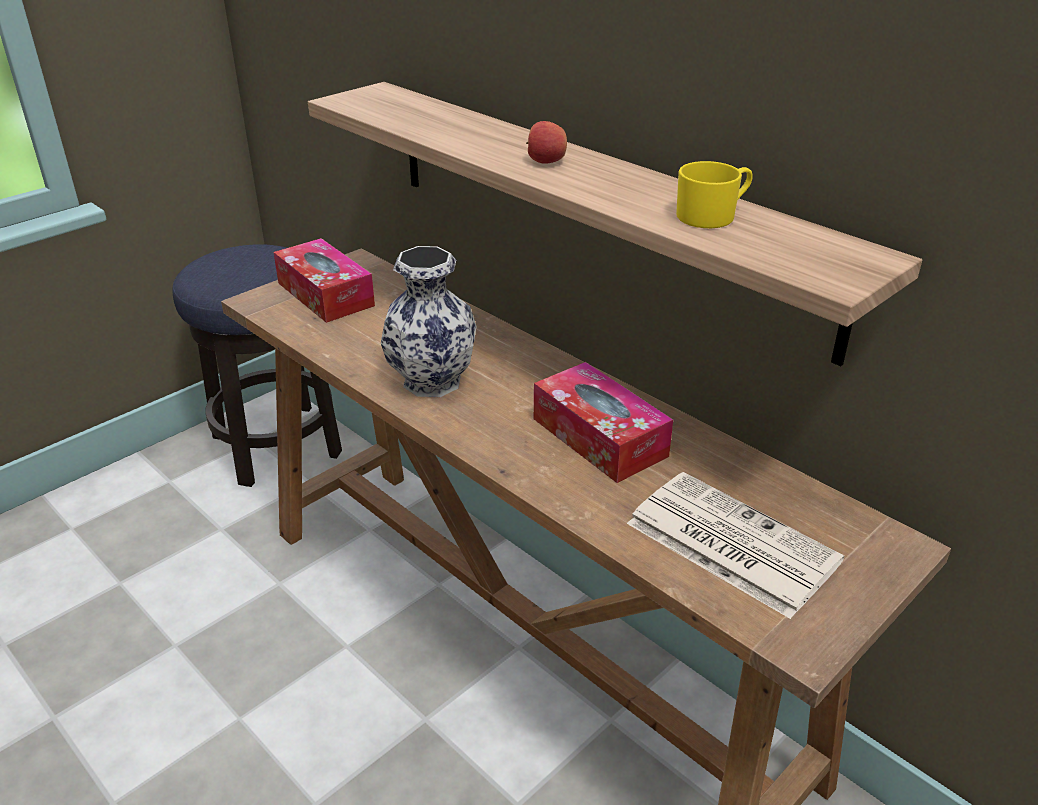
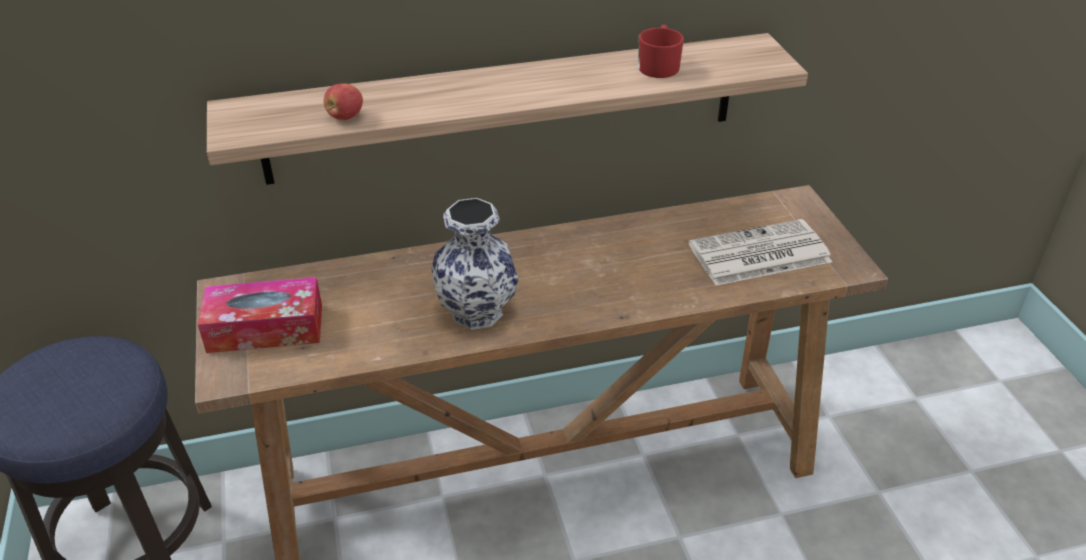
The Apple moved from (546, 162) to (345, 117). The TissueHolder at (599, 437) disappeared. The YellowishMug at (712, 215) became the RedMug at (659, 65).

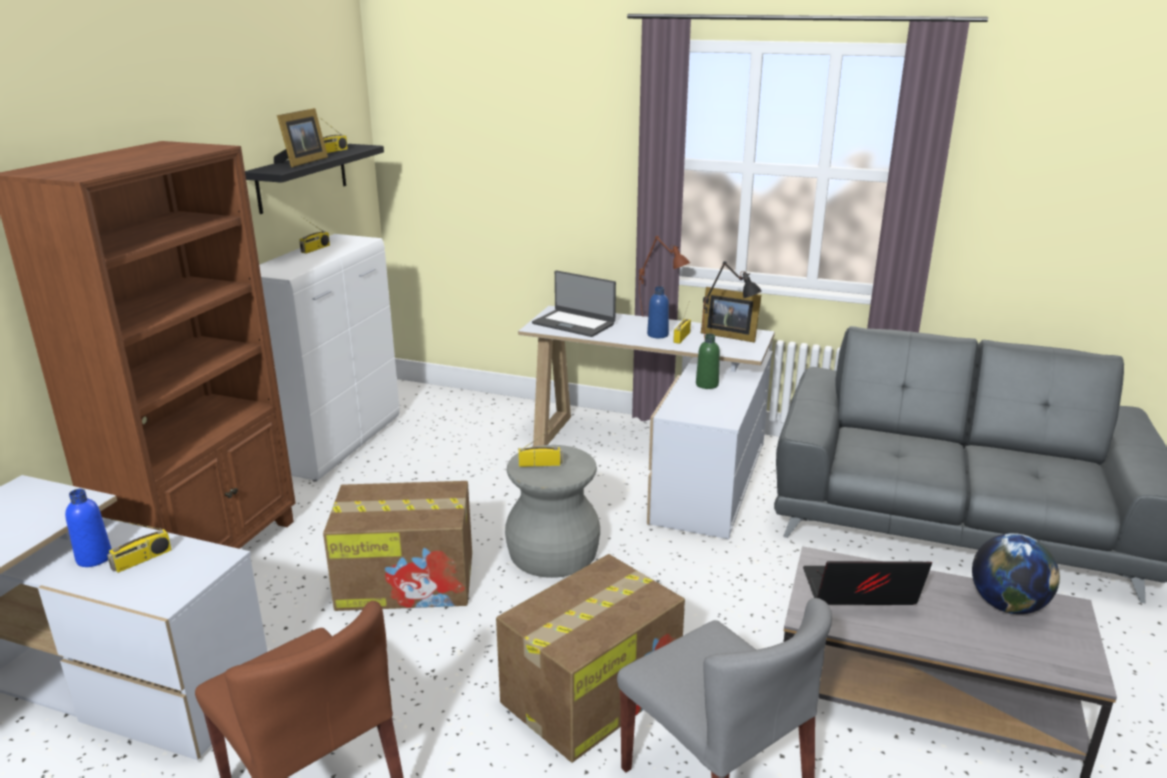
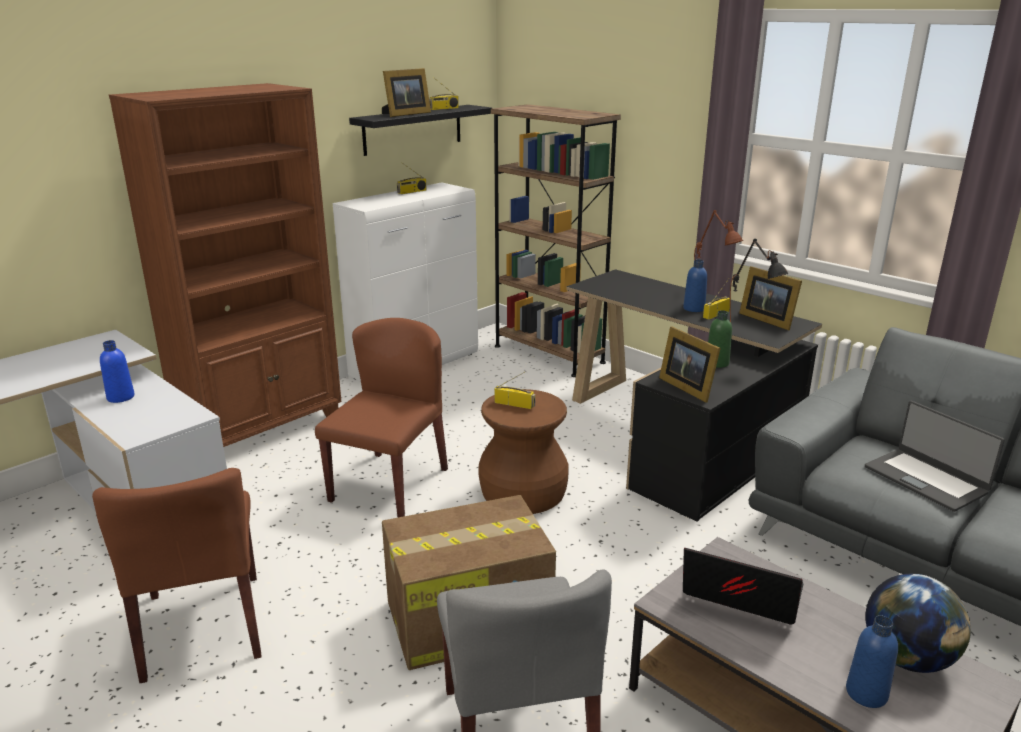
The Radio at (142, 560) disappeared. The Carton at (408, 580) was replaced by the BrownishPlainChair at (389, 484). The GrayStool at (552, 554) became the BrownishStool at (522, 493). The WhitishDesk at (658, 462) became the BlackishDesk at (680, 436). The PortableComputer moved from (574, 323) to (926, 479). The BrownishBookcase at (548, 354) appeared. The StandingFrame at (687, 387) appeared. The BlueColouredDrinkBottle at (866, 693) appeared.

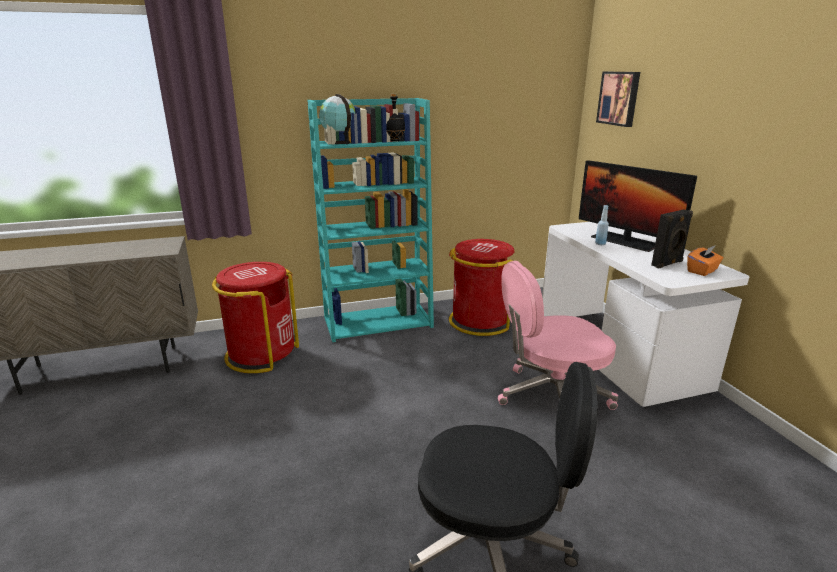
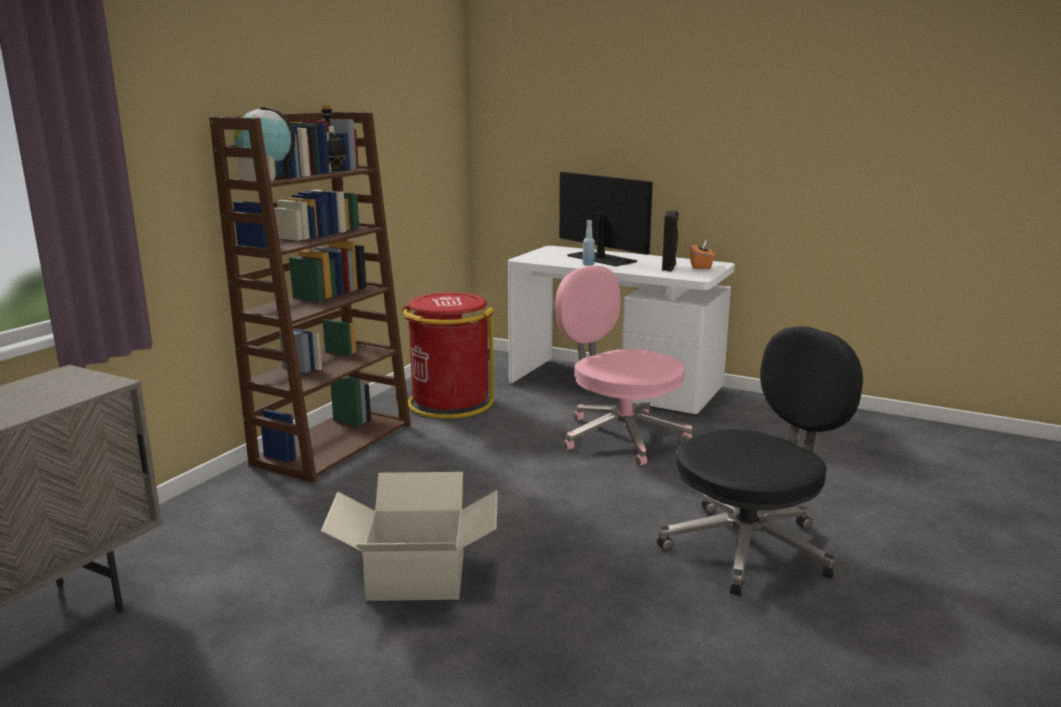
The RedWasteBin at (261, 354) disappeared. The BlueGreenBookcase at (379, 322) became the BrownishBookcase at (333, 443). The PinkishOfficeChair at (551, 396) turned 105 degrees clockwise. The Monitor at (625, 241) turned 135 degrees counterclockwise. The Picture at (619, 98) disappeared. The Carton at (416, 576) appeared.

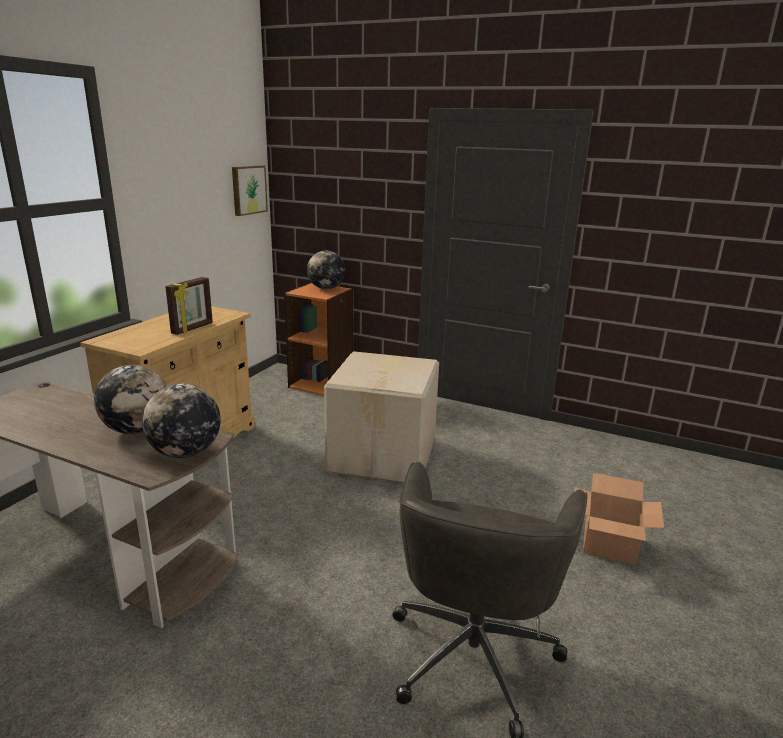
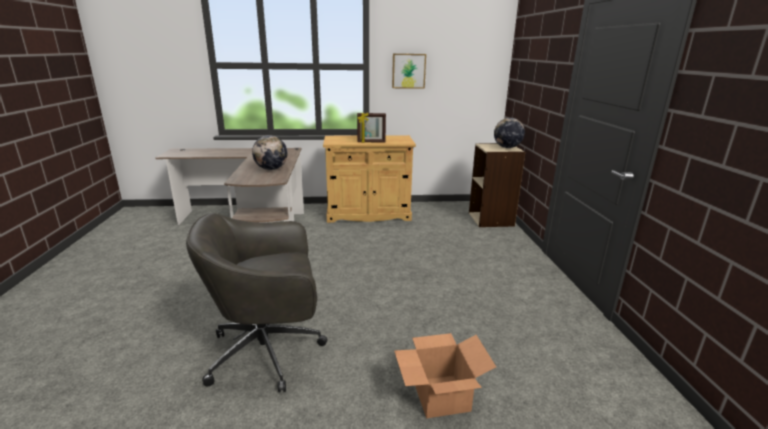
The DeskGlobe at (185, 453) disappeared. The Picture moved from (248, 190) to (408, 71). The OrangeyBookcase at (321, 384) became the BeigeBookcase at (491, 219). The Carton at (384, 455) disappeared.

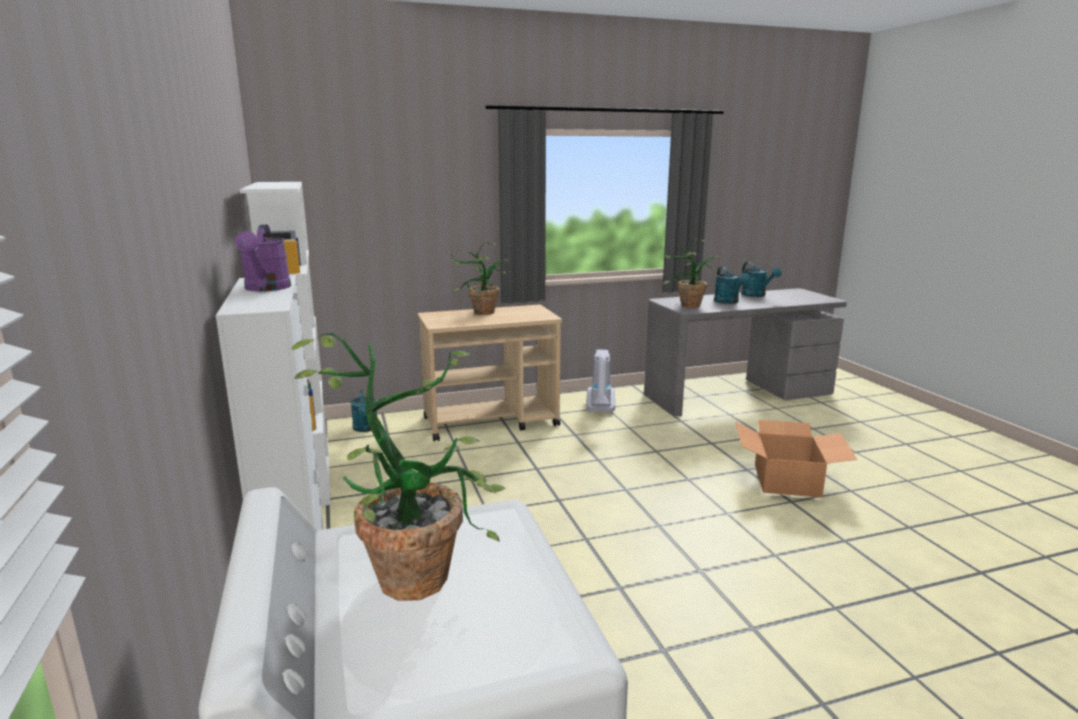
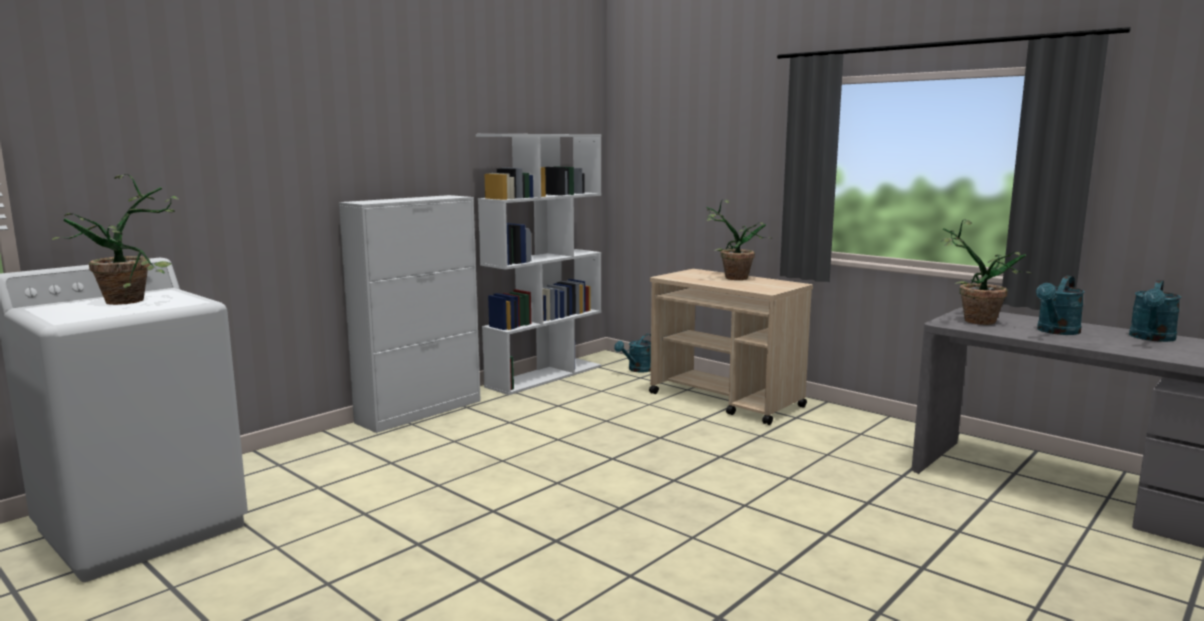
The PurplishWateringPot at (266, 289) disappeared. The Hoover at (601, 413) disappeared. The Carton at (787, 480) disappeared.

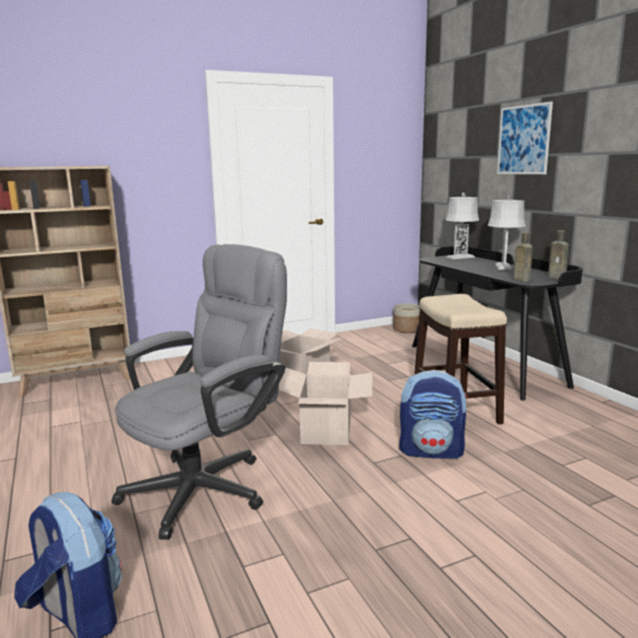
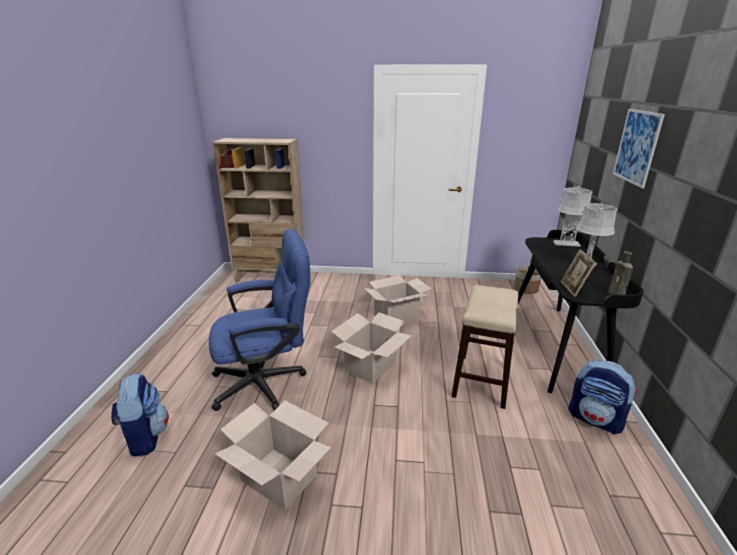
The GrayOfficeChair at (209, 485) became the BlueColouredOfficeChair at (267, 382). The Backpack moved from (431, 451) to (595, 419). The BrownishDrinkBottle at (520, 280) was replaced by the StandingFrame at (573, 289). The Carton at (278, 478) appeared.

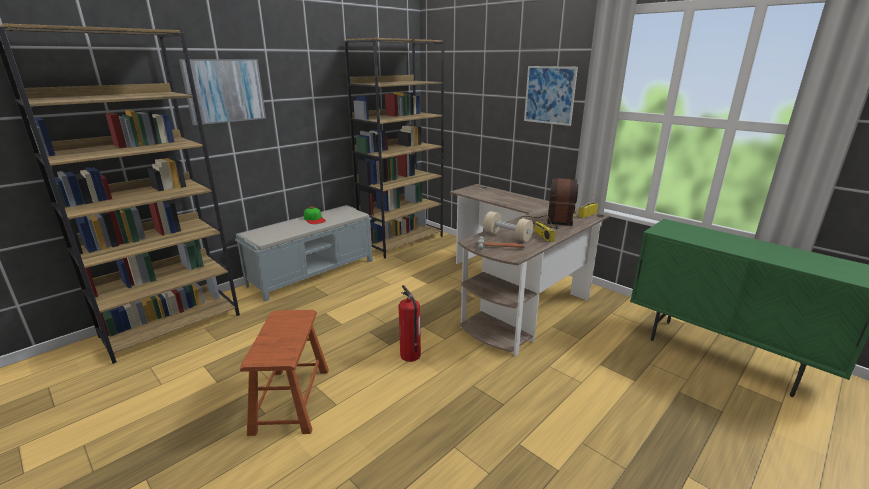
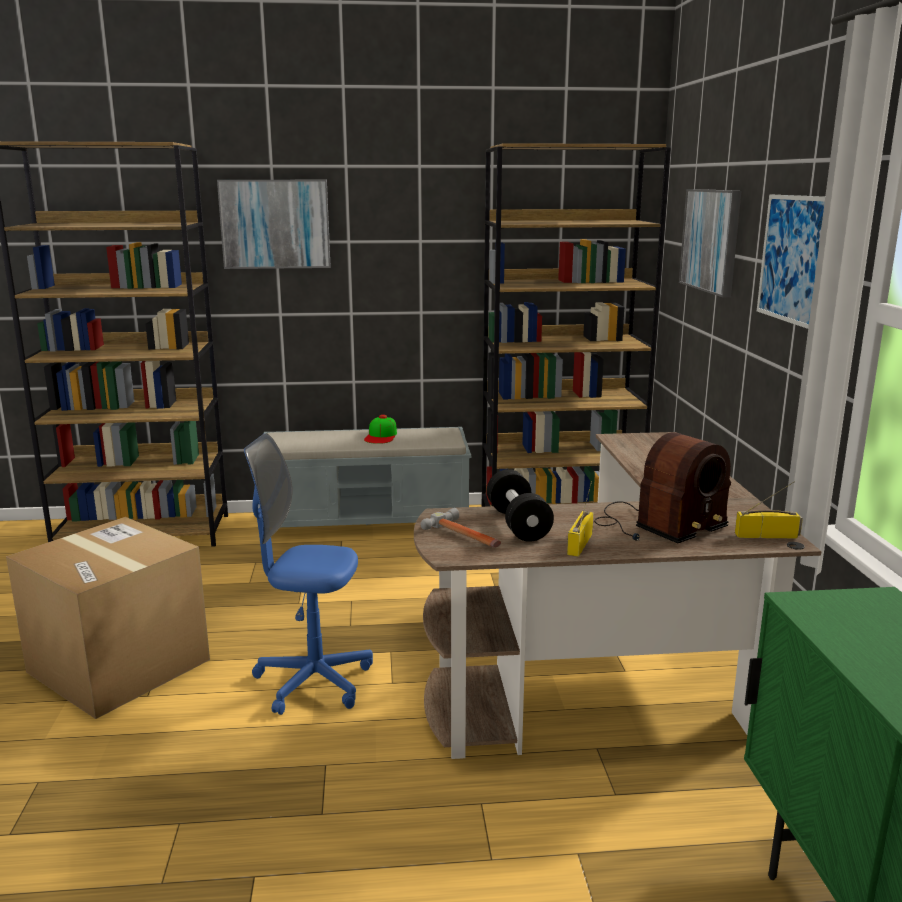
The BrownishStool at (291, 400) was replaced by the Carton at (119, 666). The Extinguisher at (410, 355) was replaced by the BlueColouredOfficeChair at (313, 682). The BeigeDumbbell at (507, 236) became the BlackishDumbbell at (518, 524). The Picture at (711, 240) appeared.

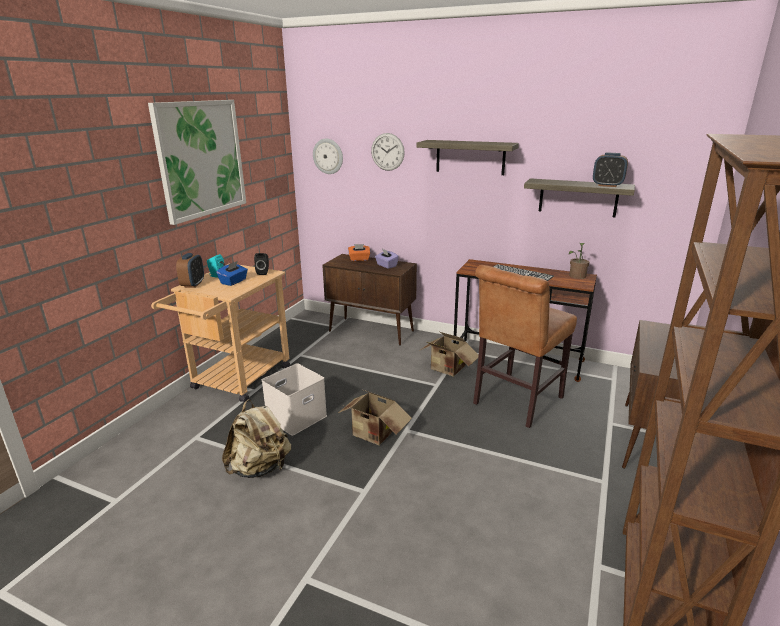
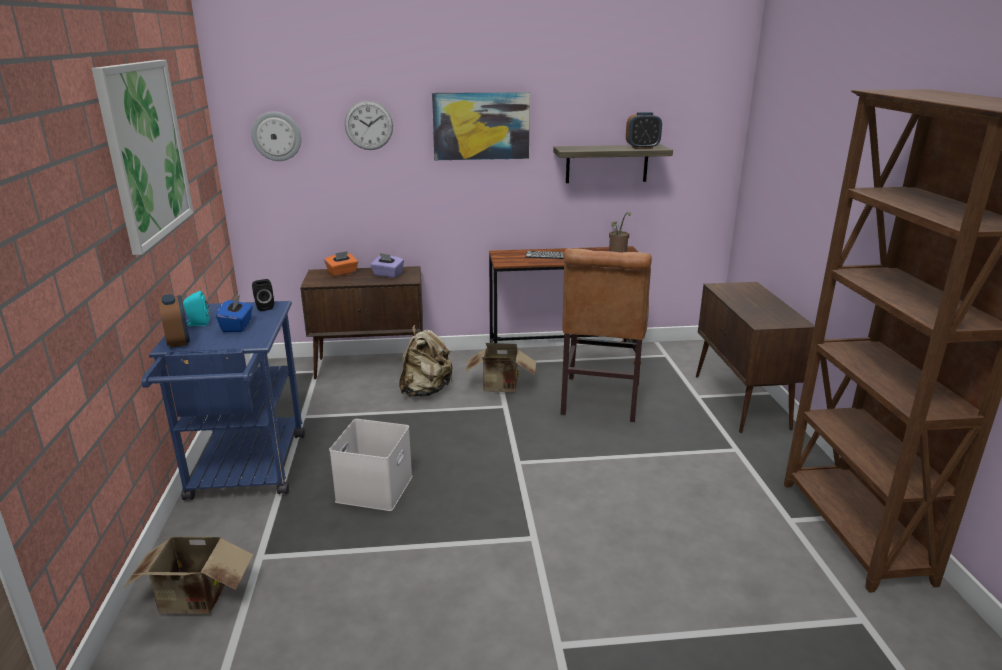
The BeigeCart at (236, 382) became the BlueColouredCart at (246, 473). The BeigeBackpack moved from (260, 468) to (425, 391). The Carton moved from (373, 435) to (194, 601). The BracketShelf at (470, 157) was replaced by the Picture at (481, 126).

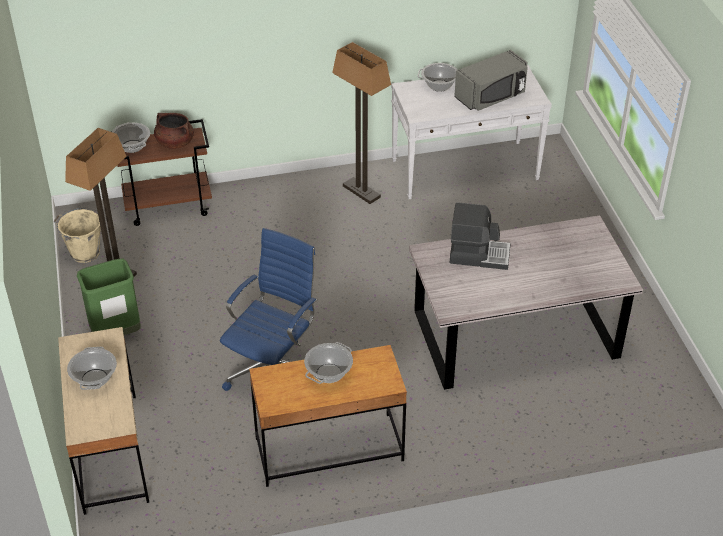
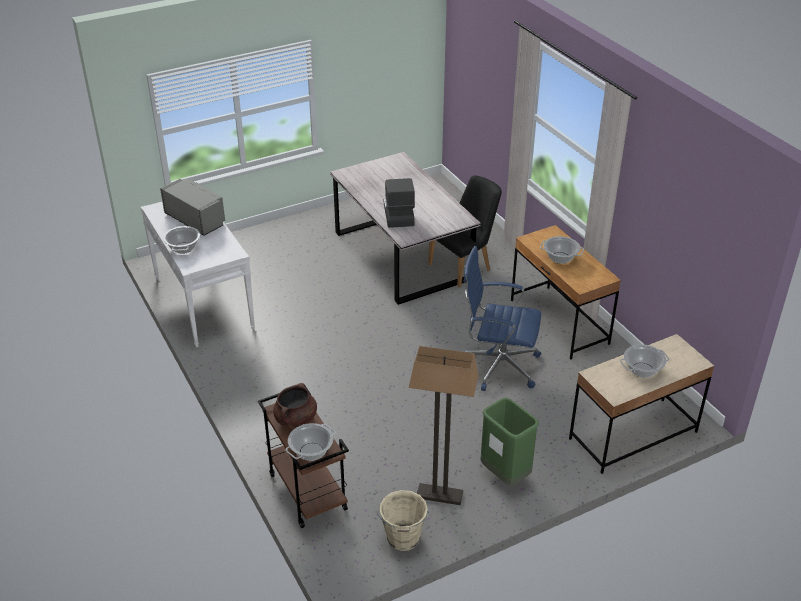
The StandingLamp at (362, 192) disappeared. The BlackishPlainChair at (464, 266) appeared.

